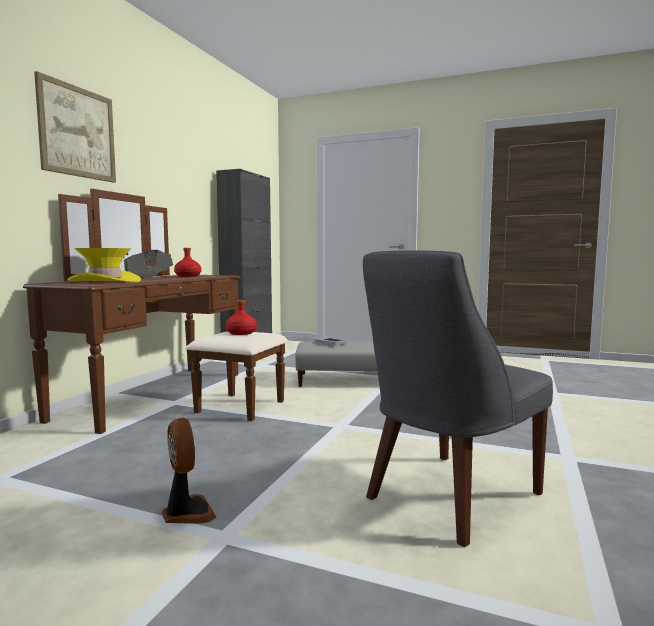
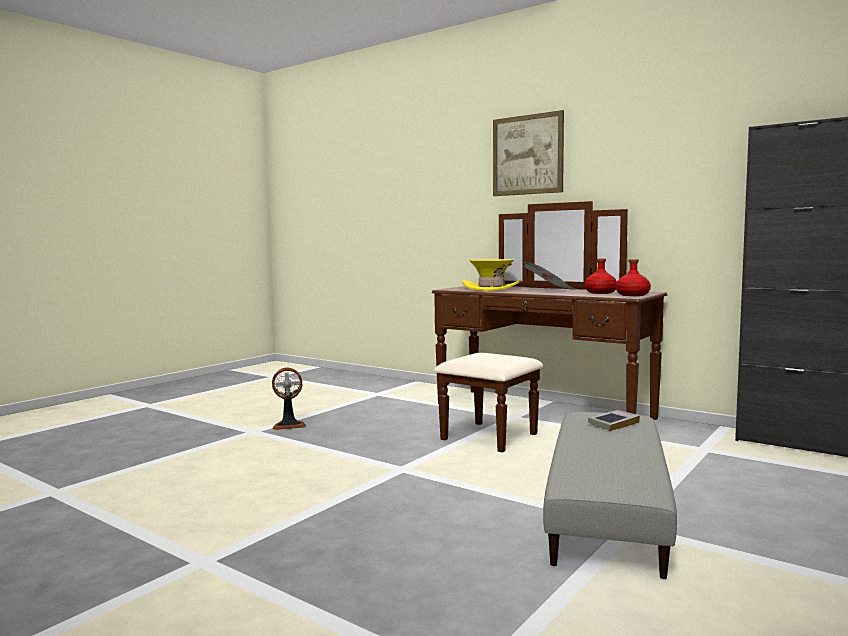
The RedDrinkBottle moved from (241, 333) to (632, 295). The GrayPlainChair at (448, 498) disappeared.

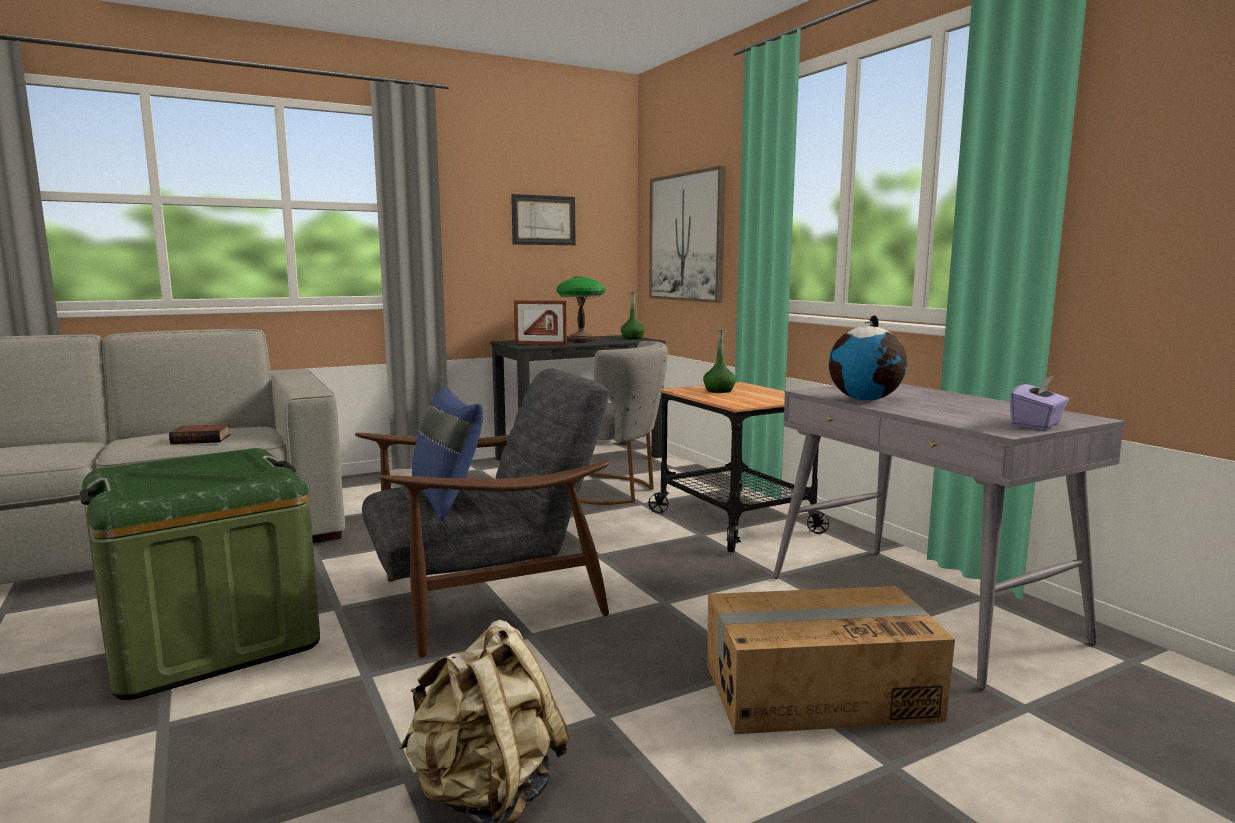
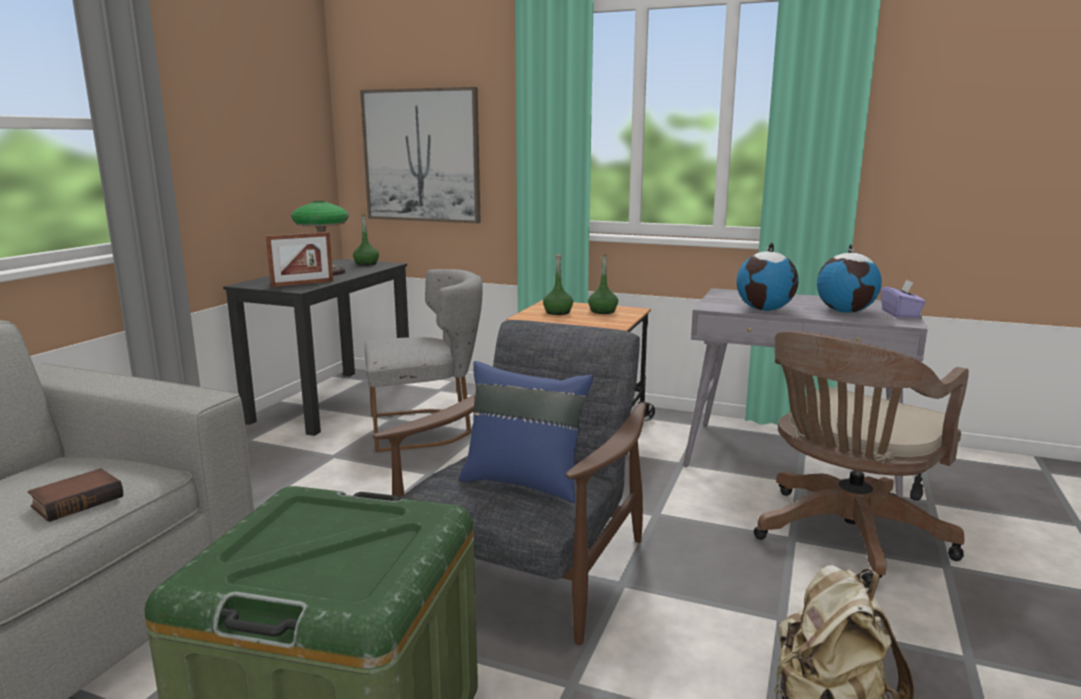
The Picture at (543, 220) disappeared. The Carton at (818, 691) was replaced by the BrownishOfficeChair at (845, 538). The GreenColouredDrinkBottle at (602, 311) appeared. The DeskGlobe at (845, 311) appeared.

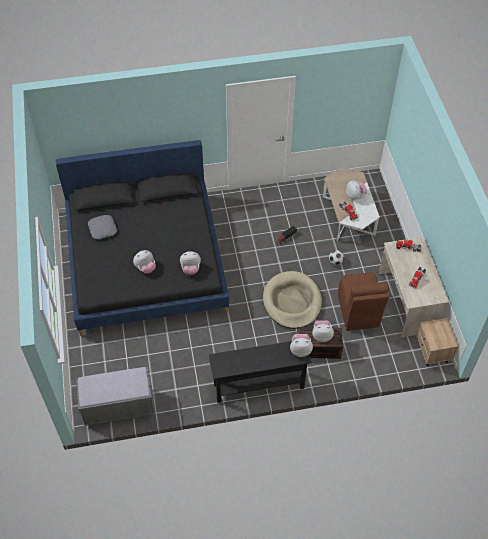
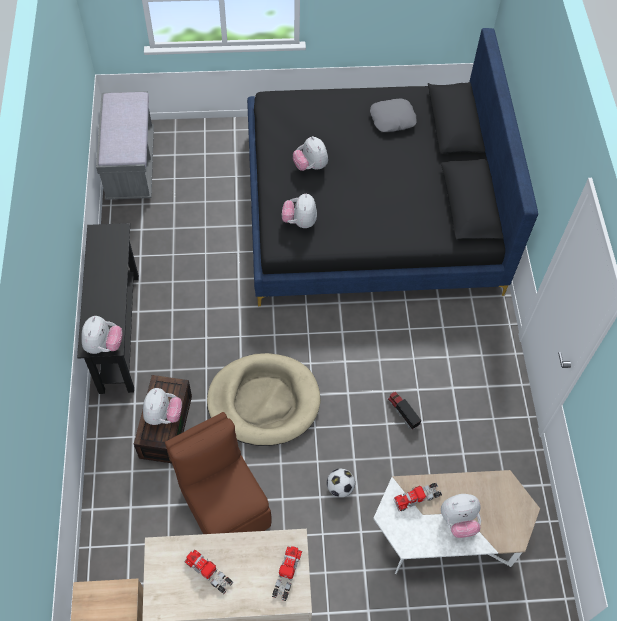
The BrownishPlainChair at (358, 312) turned 60 degrees clockwise.

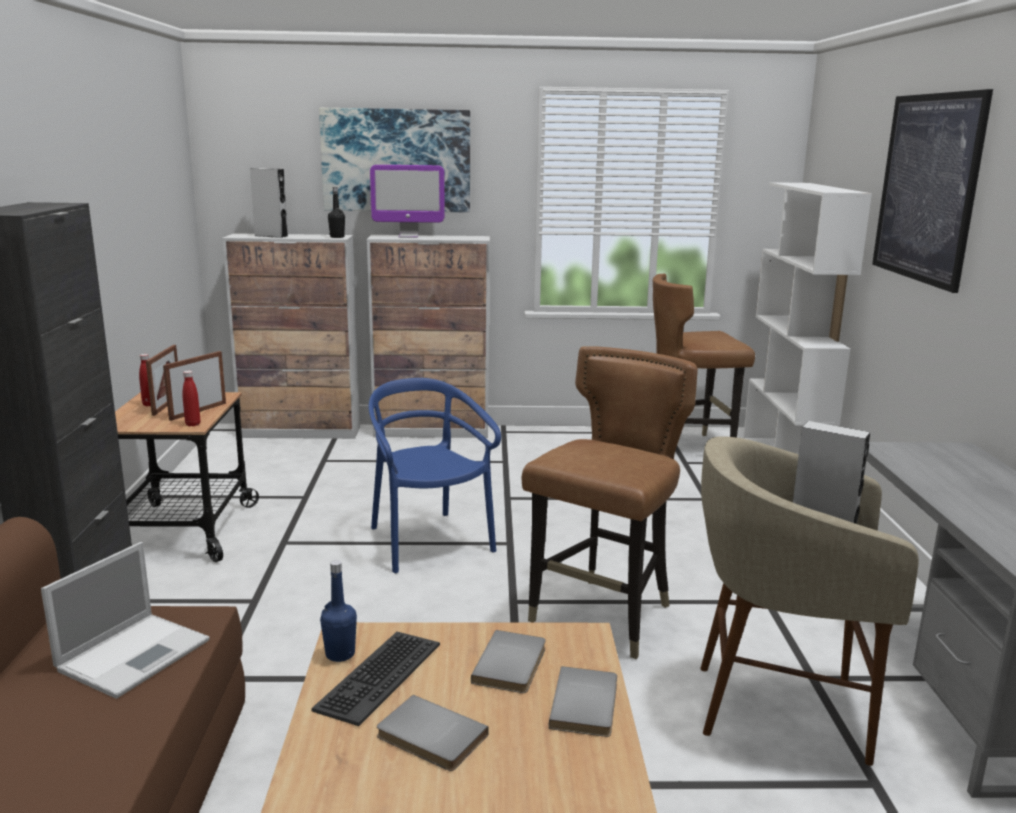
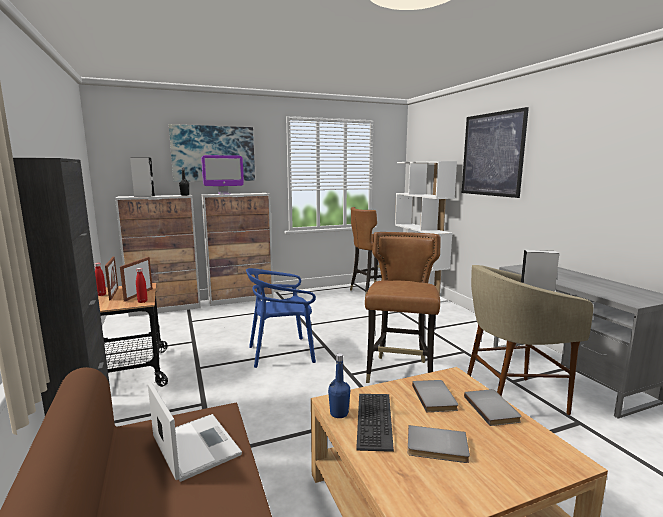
The PortableComputer at (136, 653) turned 45 degrees counterclockwise. The BlueColouredPlainChair at (428, 542) turned 60 degrees counterclockwise.

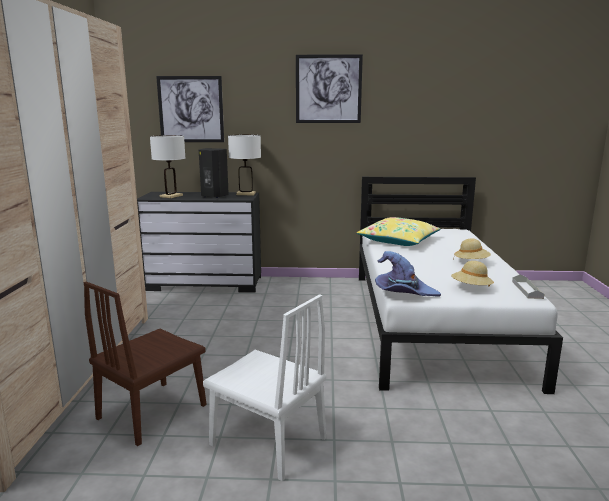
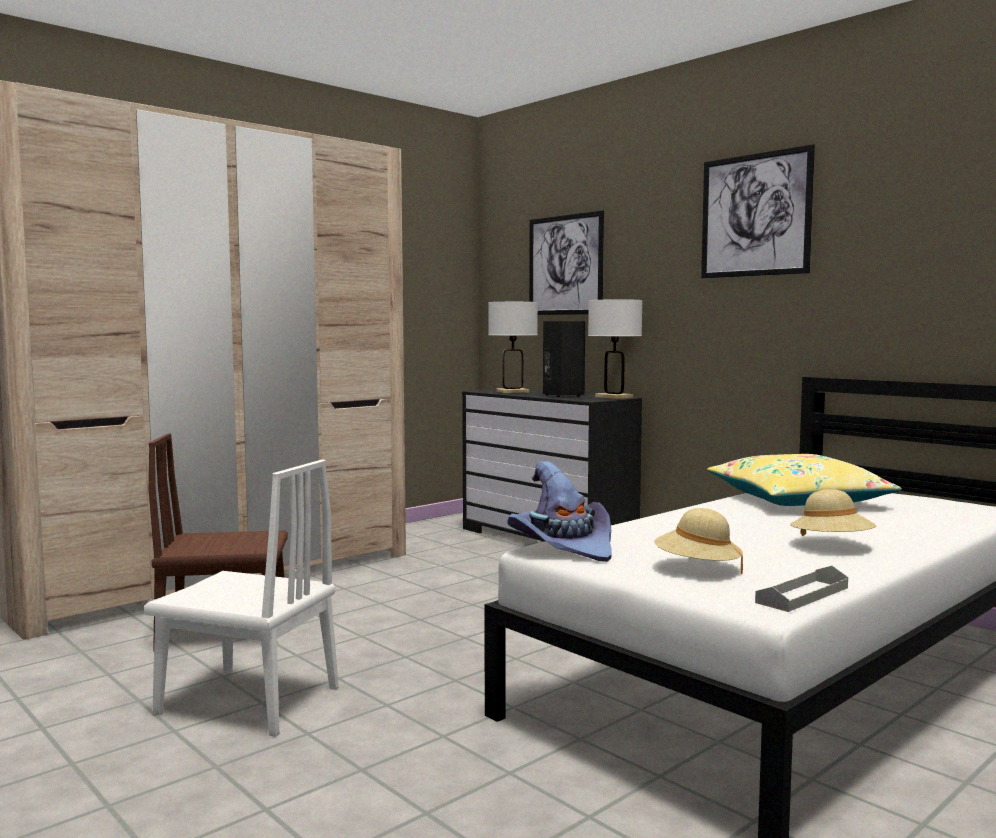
The WhitishPlainChair at (268, 441) turned 60 degrees counterclockwise.

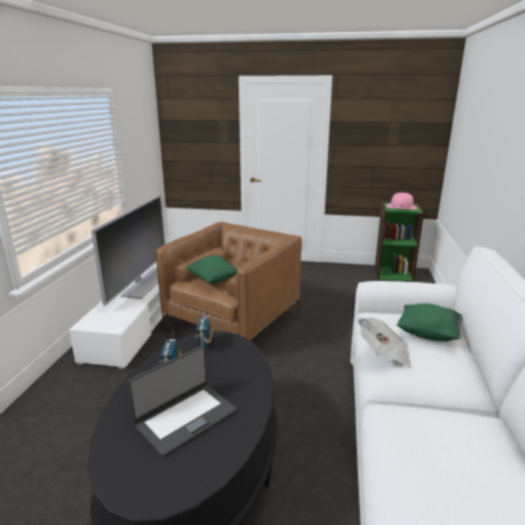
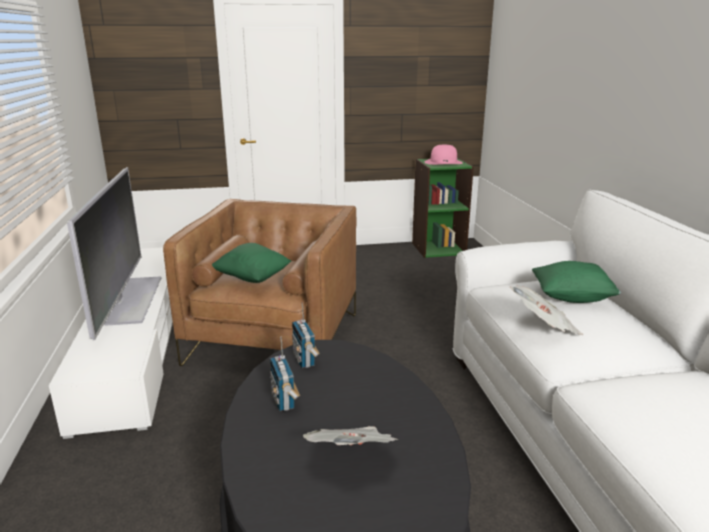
The PortableComputer at (185, 417) was replaced by the DailyPaper at (352, 455).

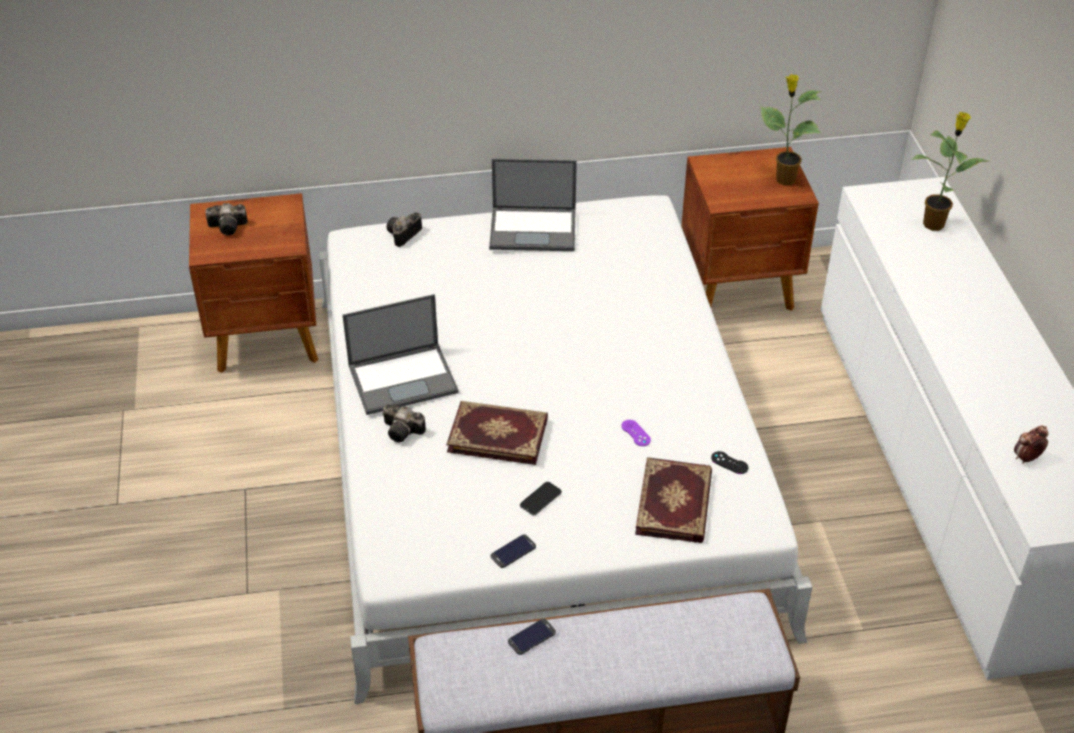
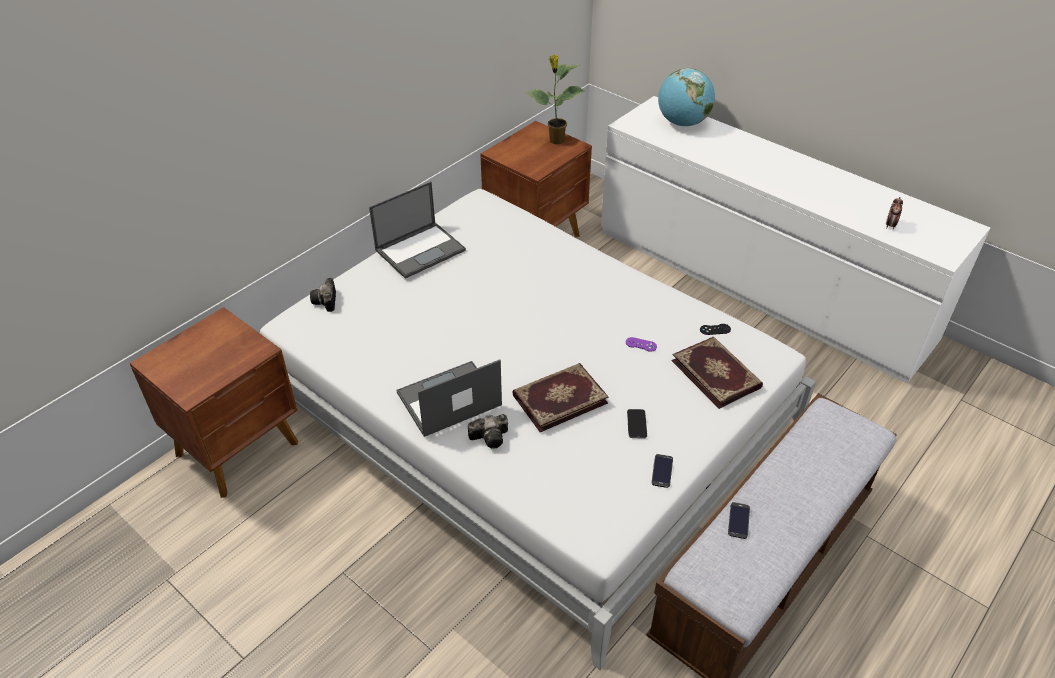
The PhotoCamera at (229, 227) disappeared. The PortableComputer at (404, 378) turned 150 degrees counterclockwise. The PottedPlant at (934, 223) was replaced by the DeskGlobe at (682, 123).

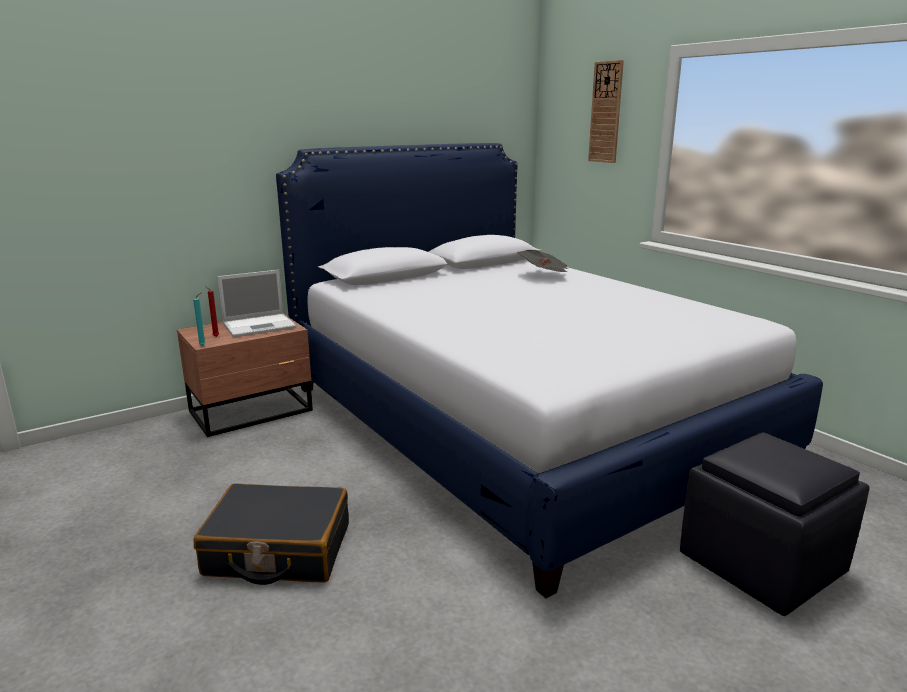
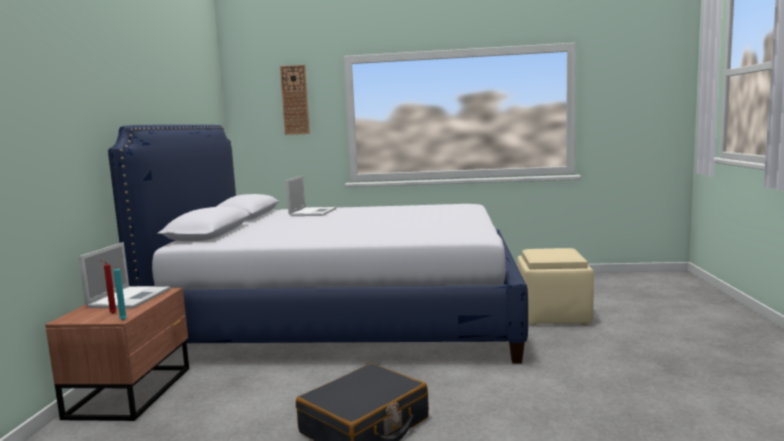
The DailyPaper at (544, 275) was replaced by the PortableComputer at (313, 212). The BlackishFootrest at (760, 563) became the BeigeFootrest at (552, 315).

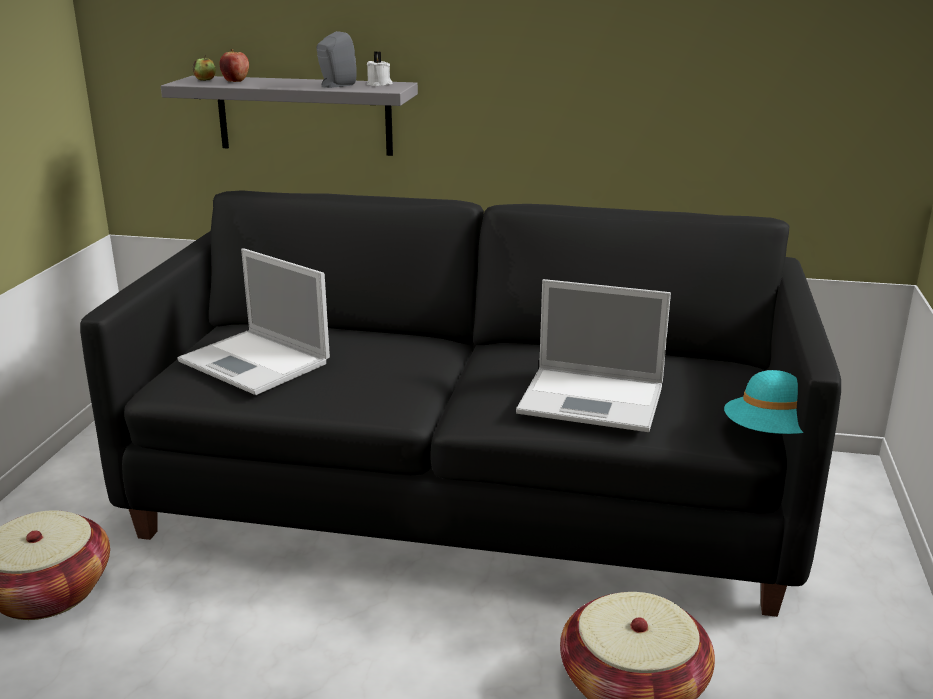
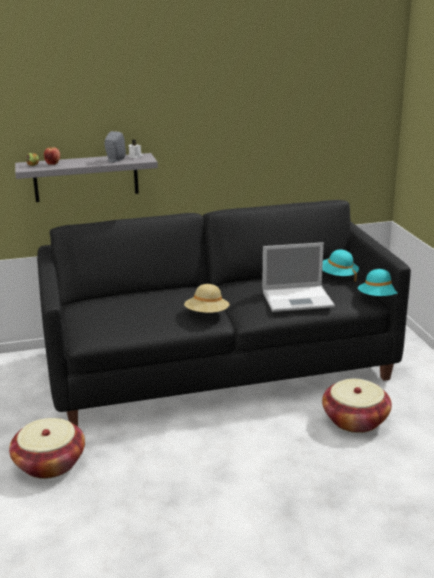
The PortableComputer at (256, 363) disappeared. The BeigeHat at (207, 314) appeared. The BlueGreenHat at (337, 276) appeared.

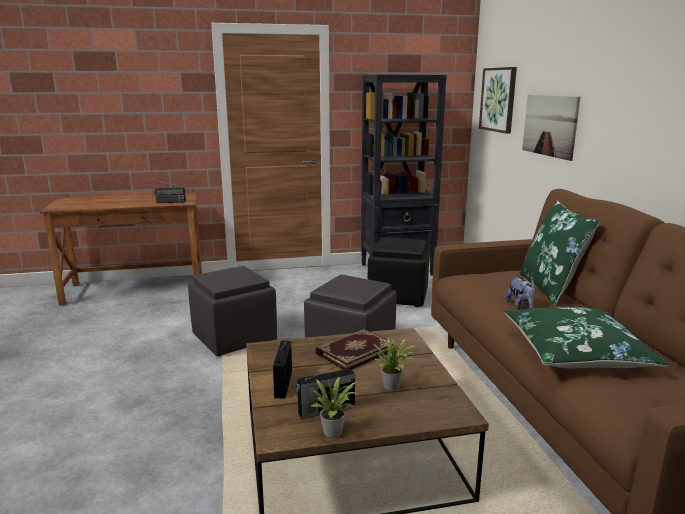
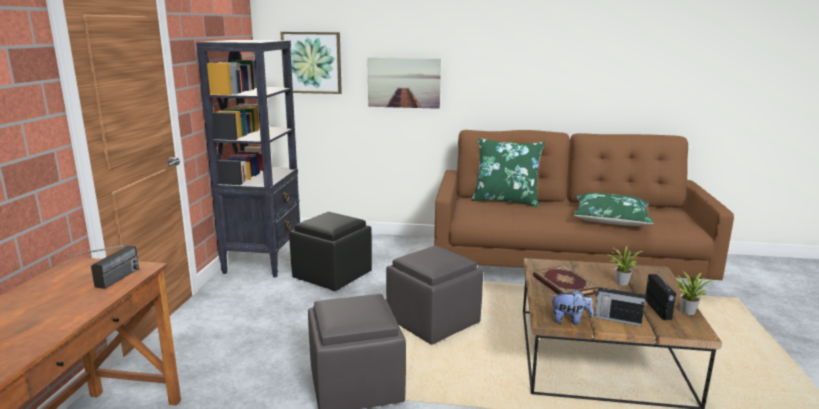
The PlushToy moved from (520, 306) to (570, 320).

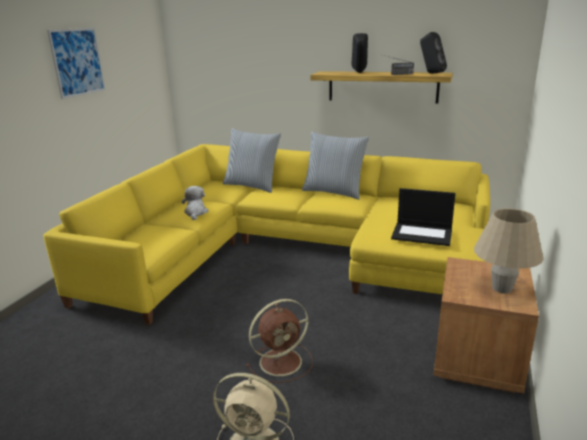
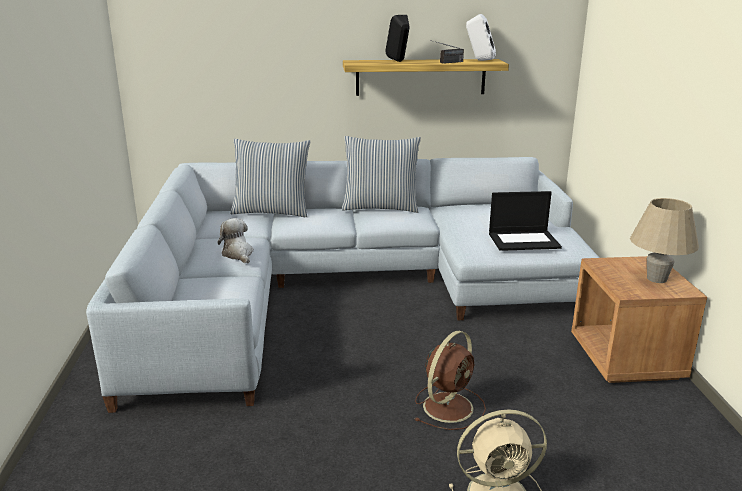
The YellowishSofa at (288, 251) became the GraySofa at (344, 288). The Picture at (78, 62) disappeared. The BlackishLoudspeaker at (430, 73) became the WhitishLoudspeaker at (479, 60).

